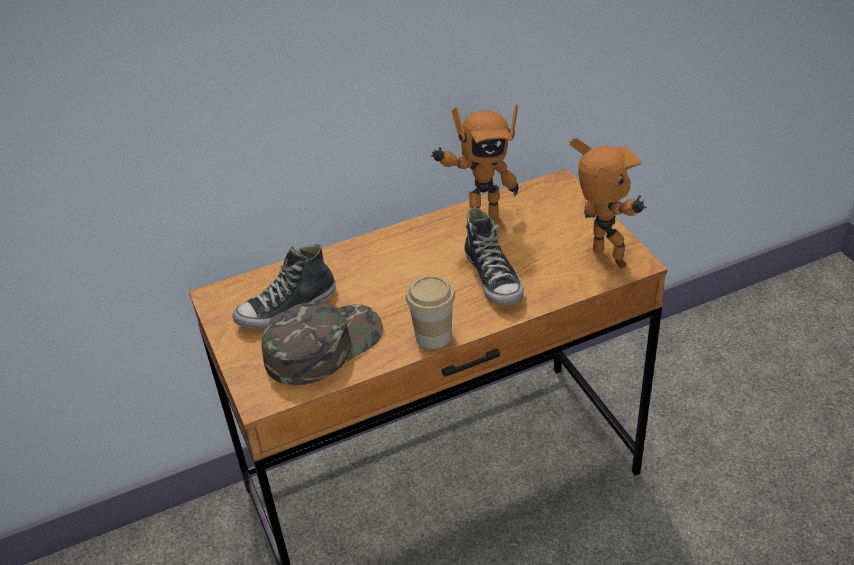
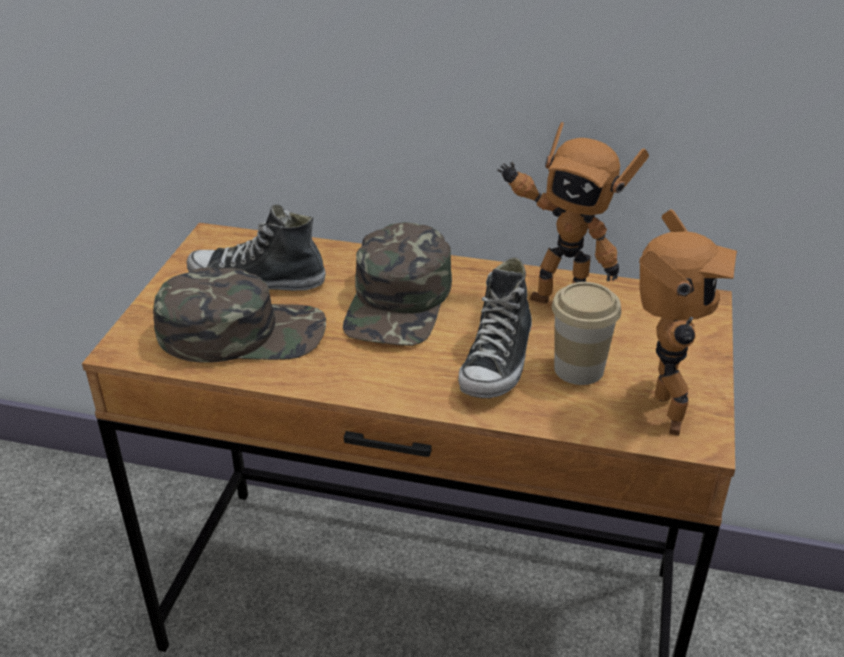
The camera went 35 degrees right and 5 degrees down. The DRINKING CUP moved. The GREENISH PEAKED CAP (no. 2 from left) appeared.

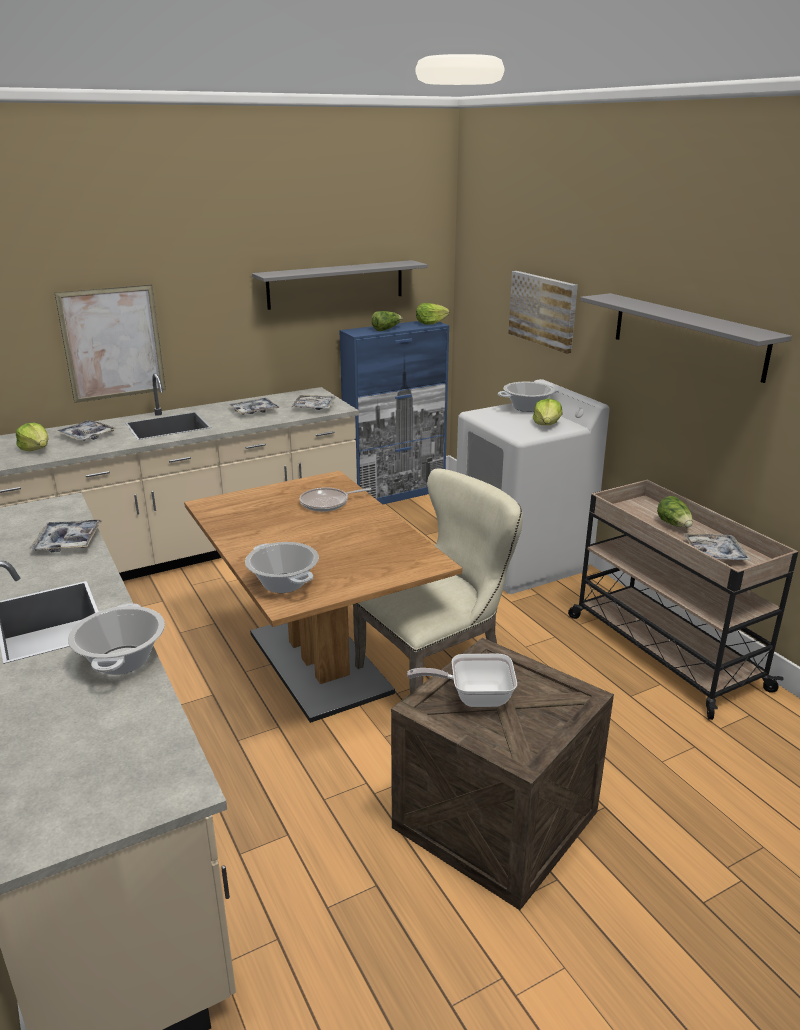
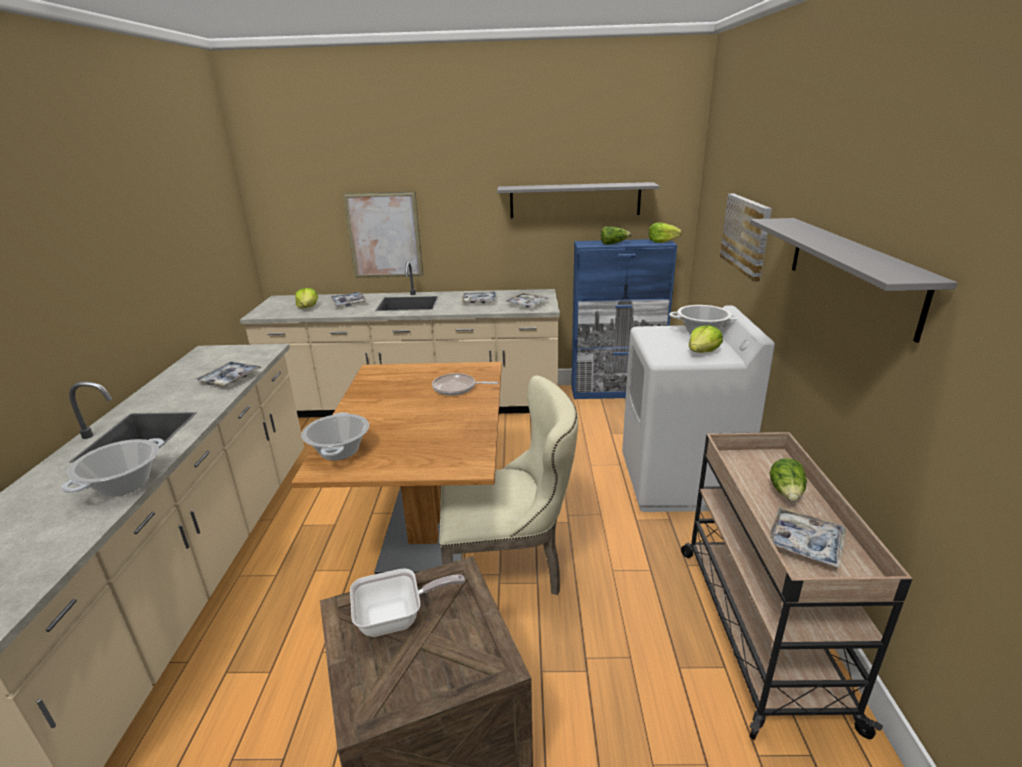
The camera went 30 degrees right and 0 degrees up. The FRYING PAN (no. 2 from left in the first image) turned 135 degrees clockwise.

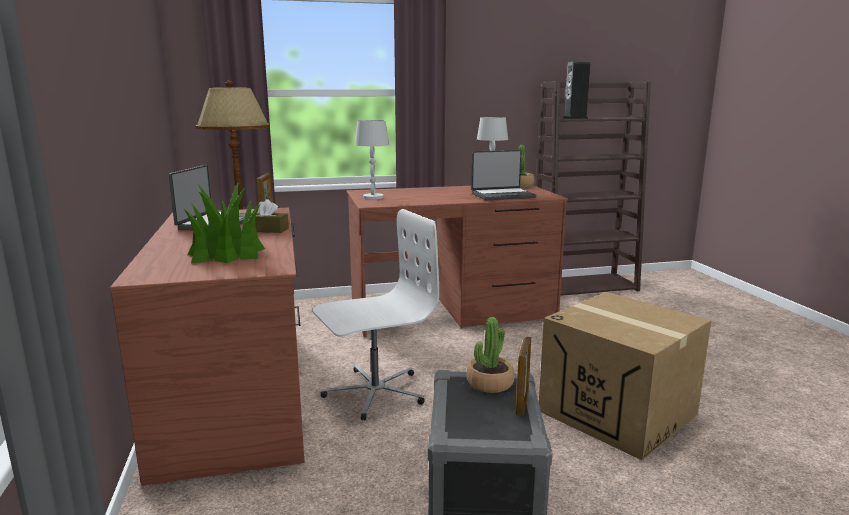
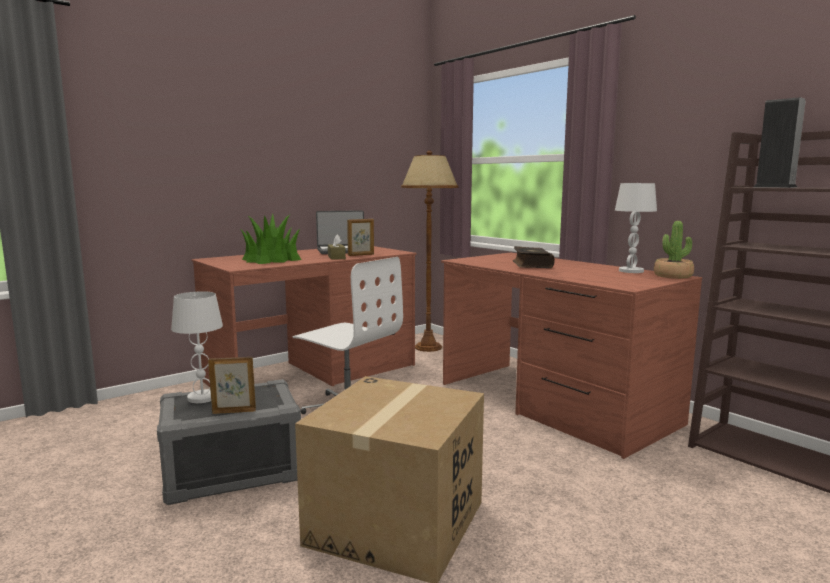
The camera went 65 degrees right and 5 degrees down. The WHITE LAMP FOR A TABLE (no. 1 from left) moved. The POTTED PLANT (no. 2 from left) disappeared. The PORTABLE COMPUTER (no. 2 from left) disappeared. The VOLUME appeared.

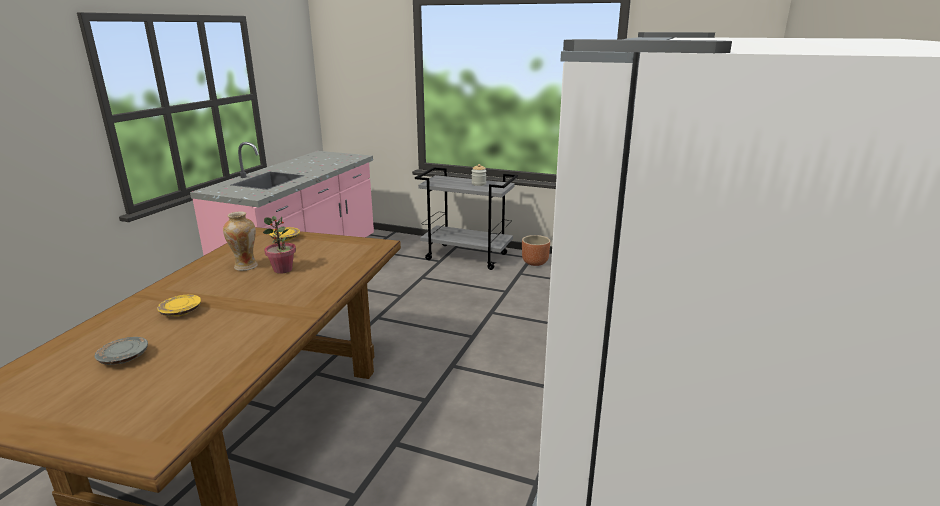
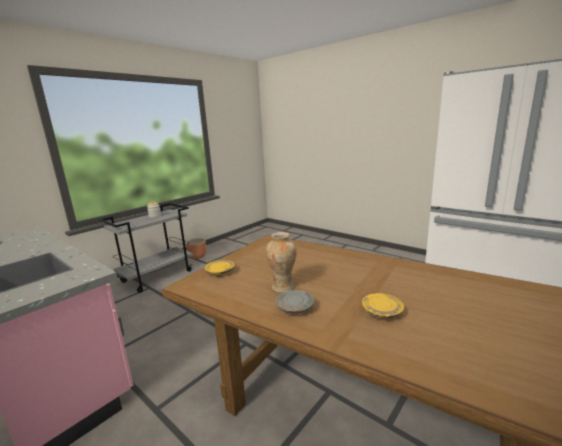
The camera went 70 degrees left and 5 degrees down. The GREY PLATE moved. The POTTED PLANT disappeared.

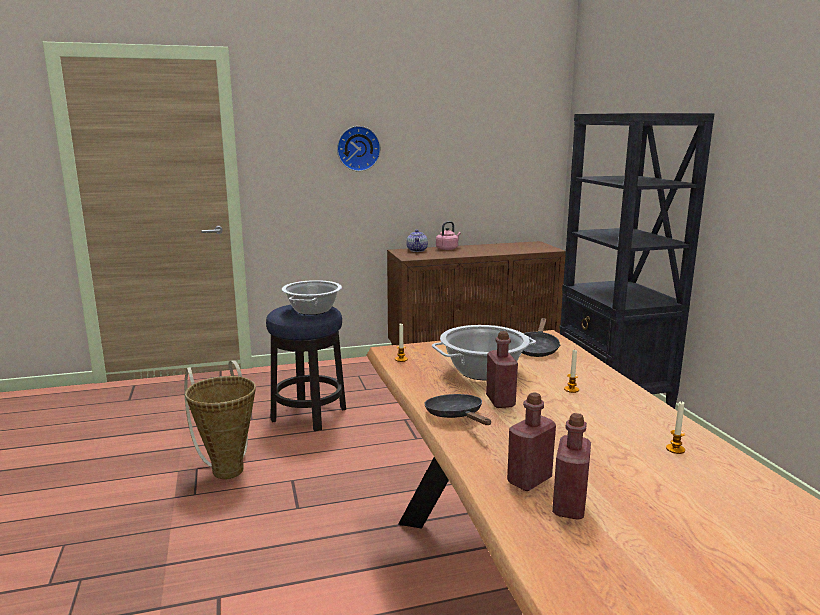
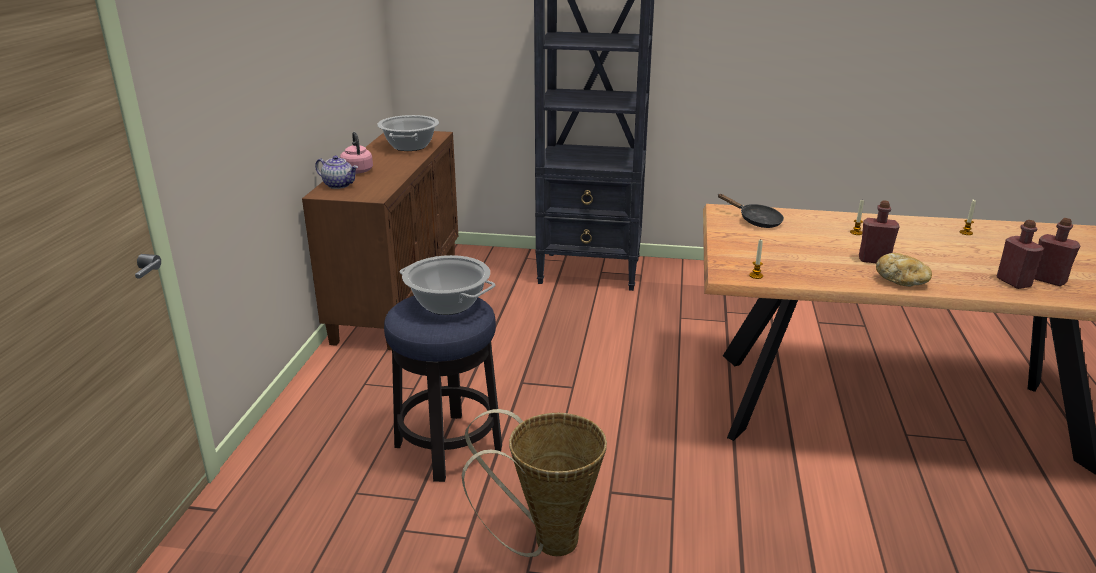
The camera went 65 degrees left and 10 degrees up. The WALL CLOCK disappeared. The BLACK-COLOURED FRYING PAN (no. 1 from left) was replaced by the BREAD. The STOCKPOT (no. 2 from left in the first image) moved.

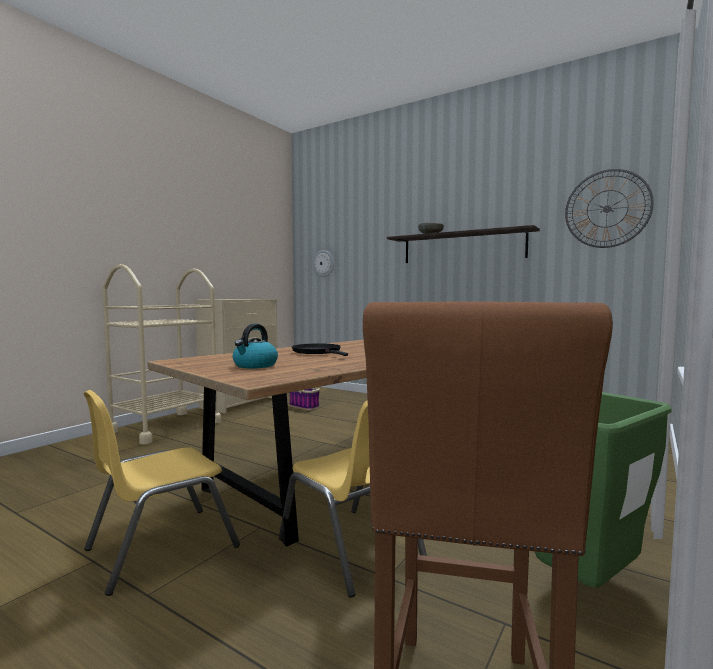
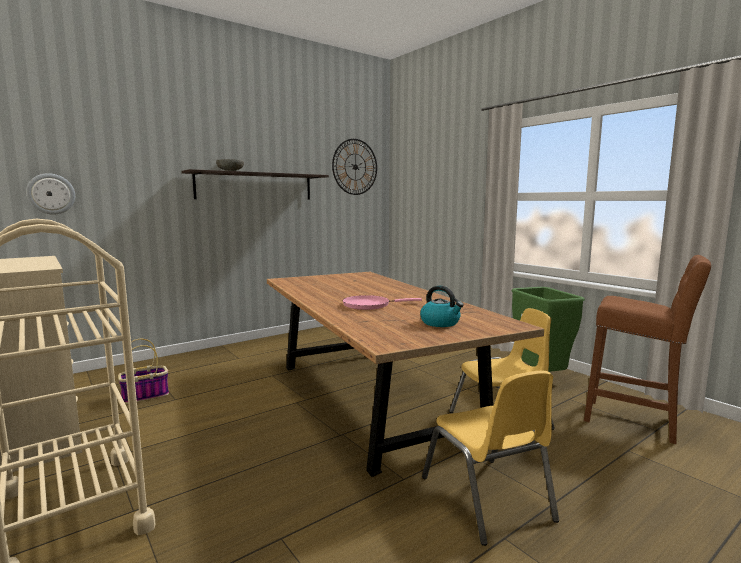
The camera went 70 degrees left and 5 degrees up. The BLACK-COLOURED FRYING PAN became the PINK FRYING PAN.

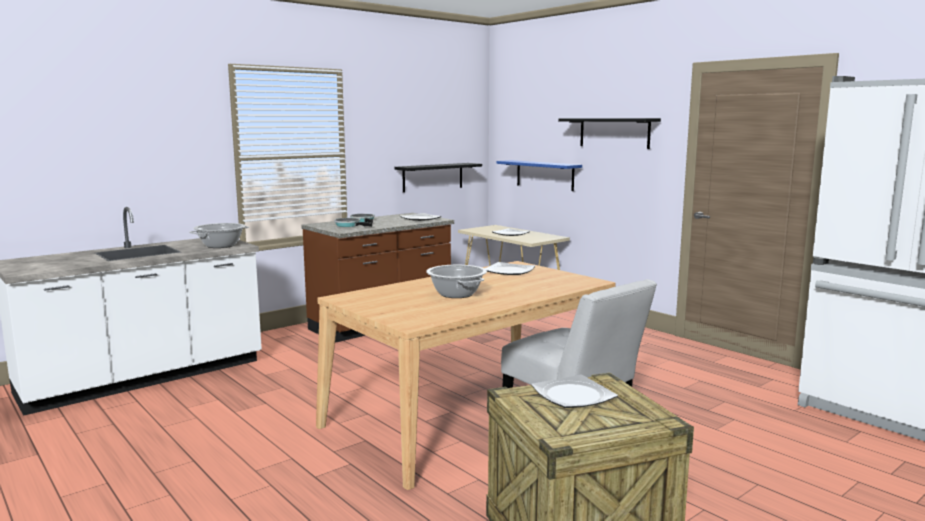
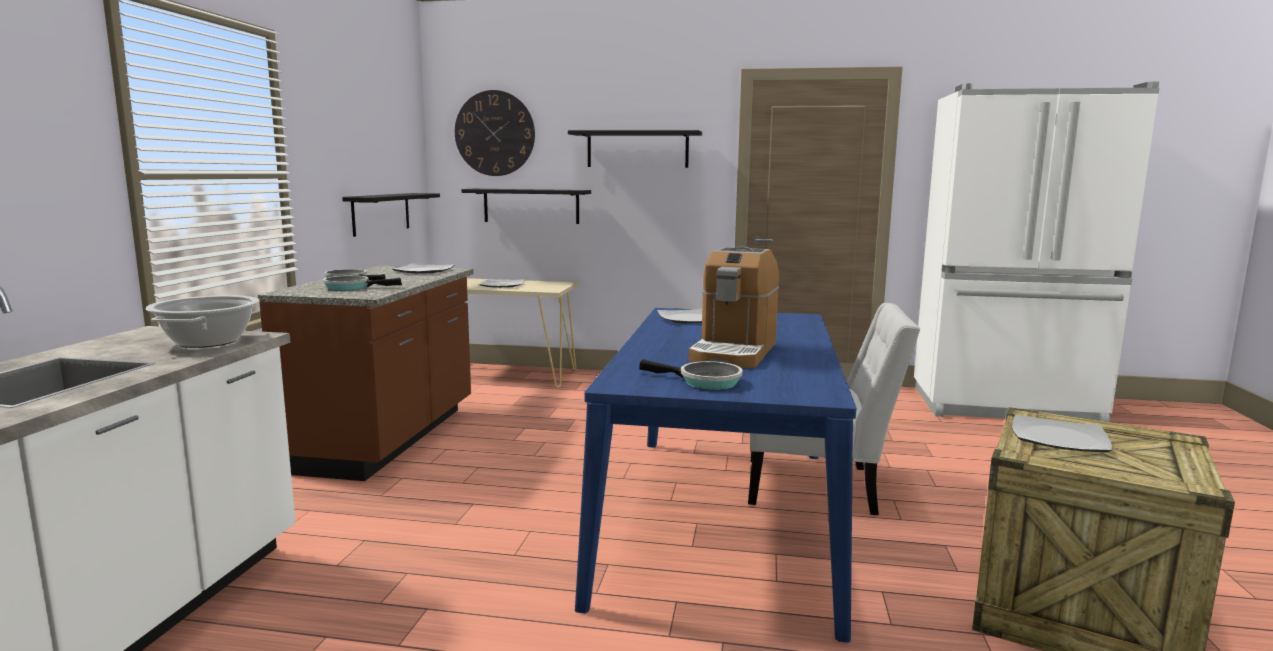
The camera went 40 degrees left and 0 degrees up. The BEIGE-COLOURED DINING TABLE became the BLUE DINING TABLE. The STOCKPOT (no. 2 from left) was replaced by the COFFEE MAKER. The BLUE WALL SHELF became the BLACK-COLOURED WALL SHELF (no. 2 from left). The WALL CLOCK appeared. The FRYING PAN (no. 3 from left) appeared.

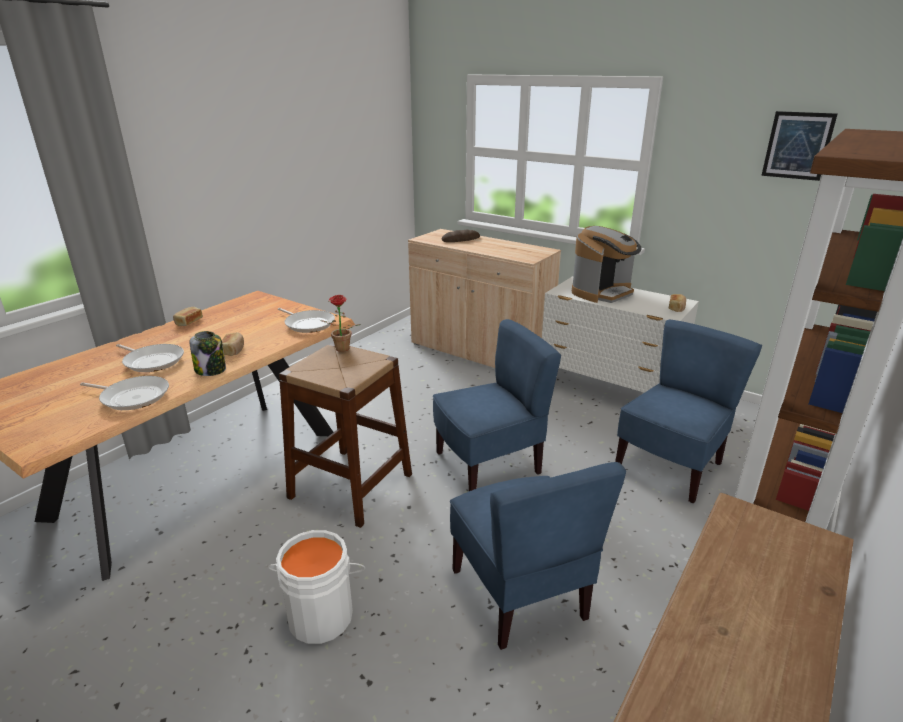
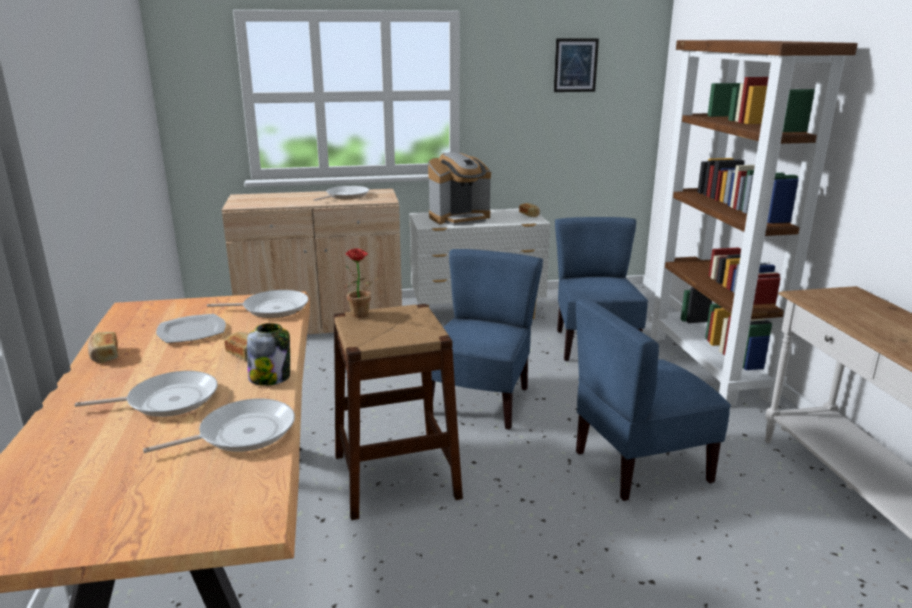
The camera went 45 degrees left and 5 degrees down. The WHITE PAIL disappeared. The BREAD (no. 3 from left) disappeared. The BLUE UPRIGHT CHAIR (no. 2 from left in the first image) turned 135 degrees clockwise. The COFFEE MAKER turned 60 degrees clockwise. The PLATE appeared. The FRYING PAN (no. 4 from left) appeared.

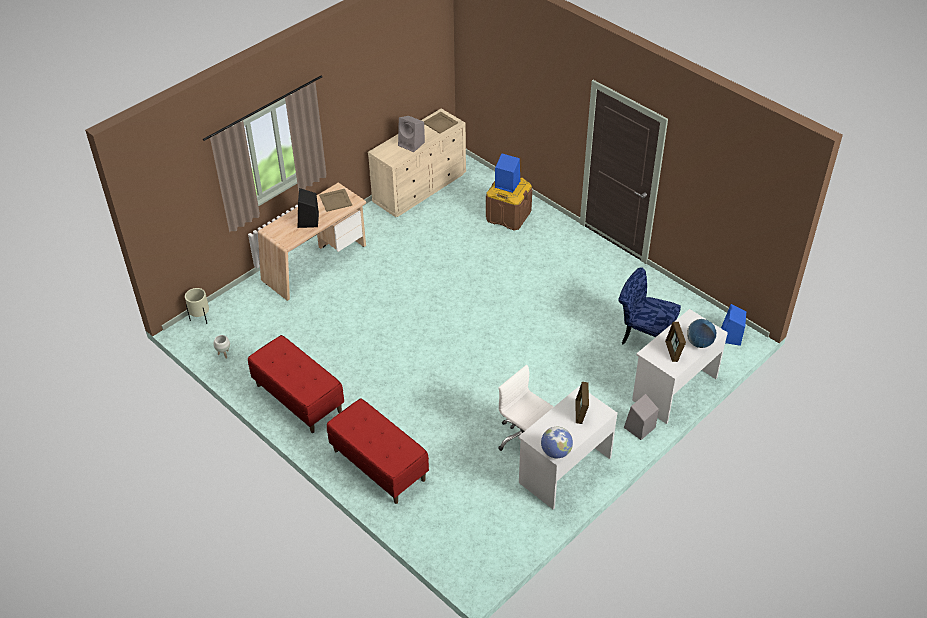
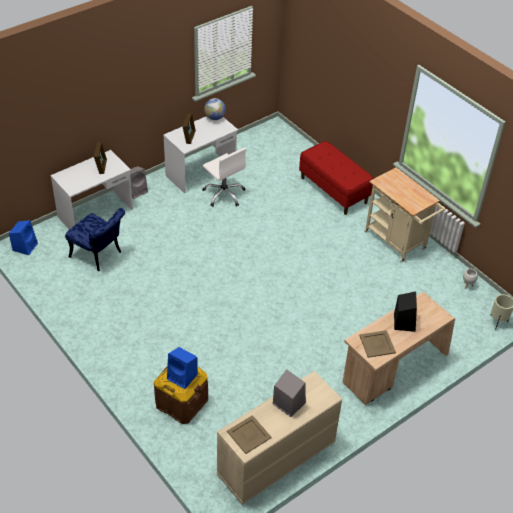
The camera went 175 degrees left and 0 degrees up. The RED-COLOURED INDOOR BENCH (no. 1 from left) was replaced by the BEIGE-COLOURED TROLLEY. The WORLD GLOBE (no. 2 from left) disappeared.

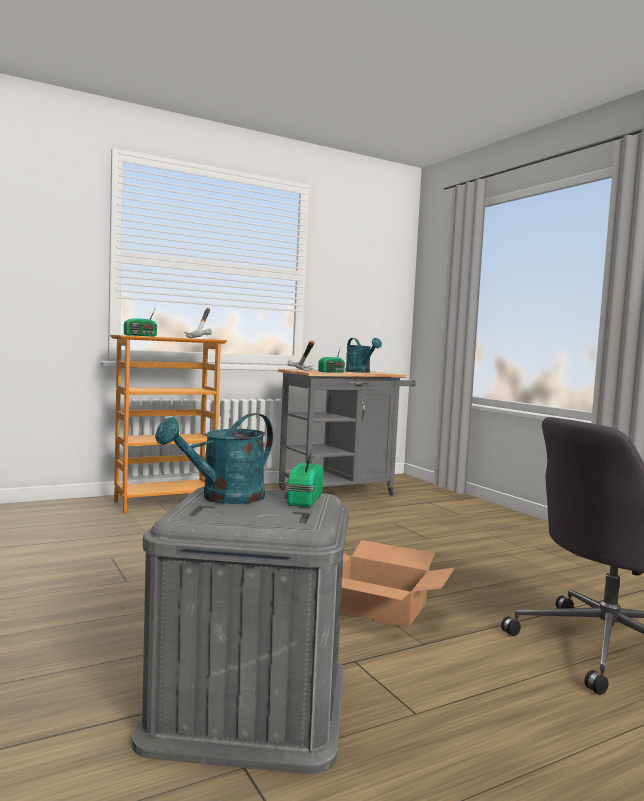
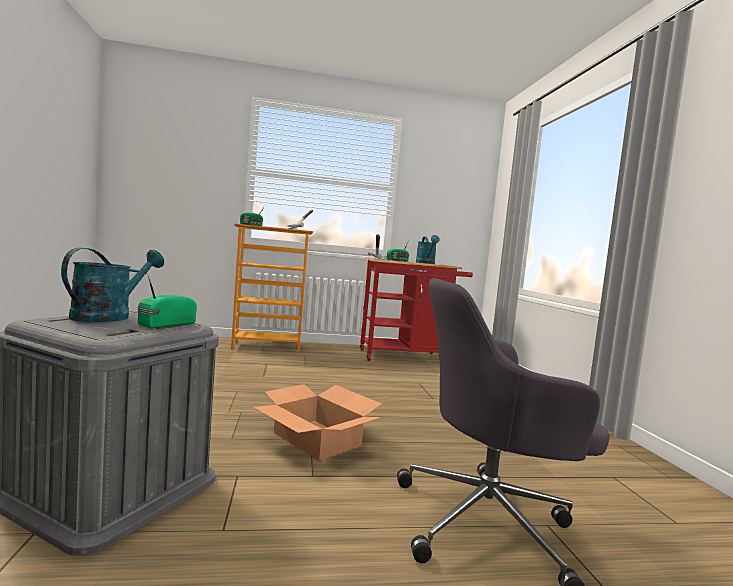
The camera went 20 degrees right and 0 degrees up. The TURQUOISE-COLOURED SPRINKLING CAN (no. 1 from left) turned 135 degrees clockwise. The GREY TROLLEY became the RED-COLOURED TROLLEY.

